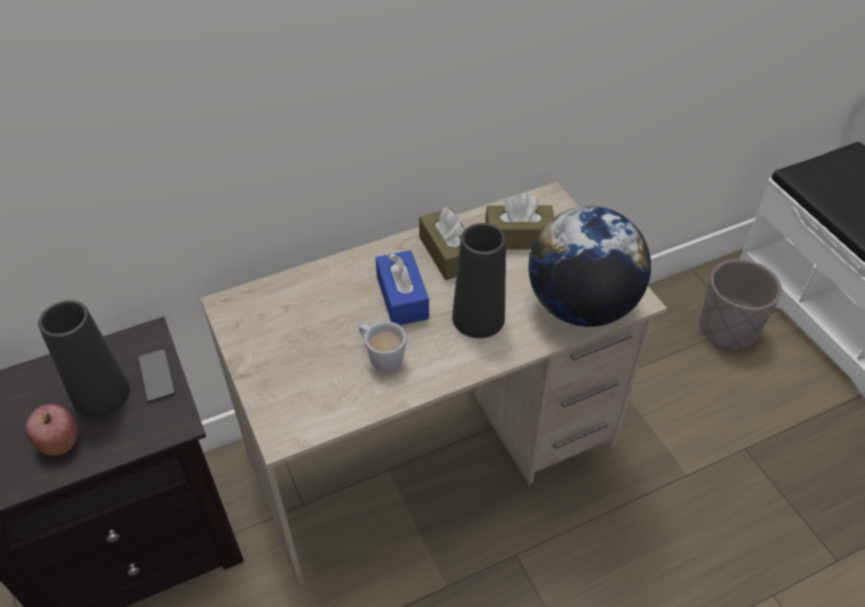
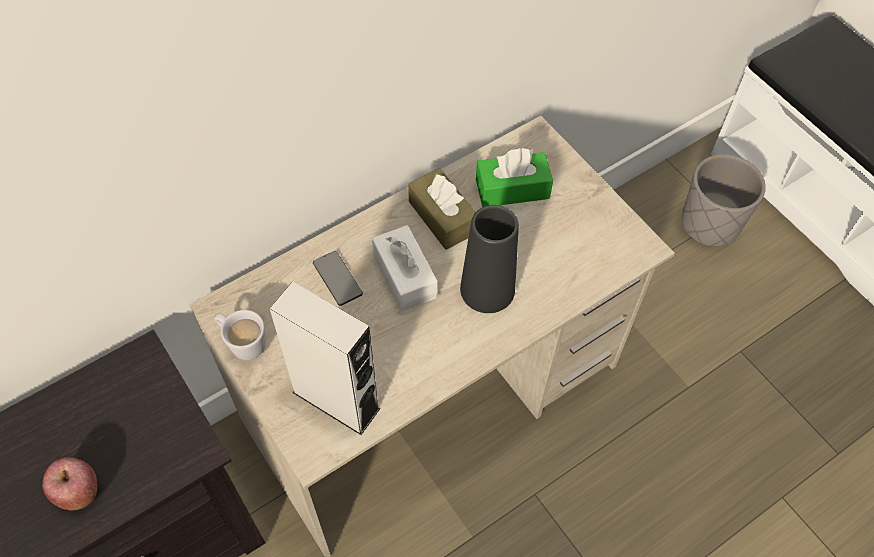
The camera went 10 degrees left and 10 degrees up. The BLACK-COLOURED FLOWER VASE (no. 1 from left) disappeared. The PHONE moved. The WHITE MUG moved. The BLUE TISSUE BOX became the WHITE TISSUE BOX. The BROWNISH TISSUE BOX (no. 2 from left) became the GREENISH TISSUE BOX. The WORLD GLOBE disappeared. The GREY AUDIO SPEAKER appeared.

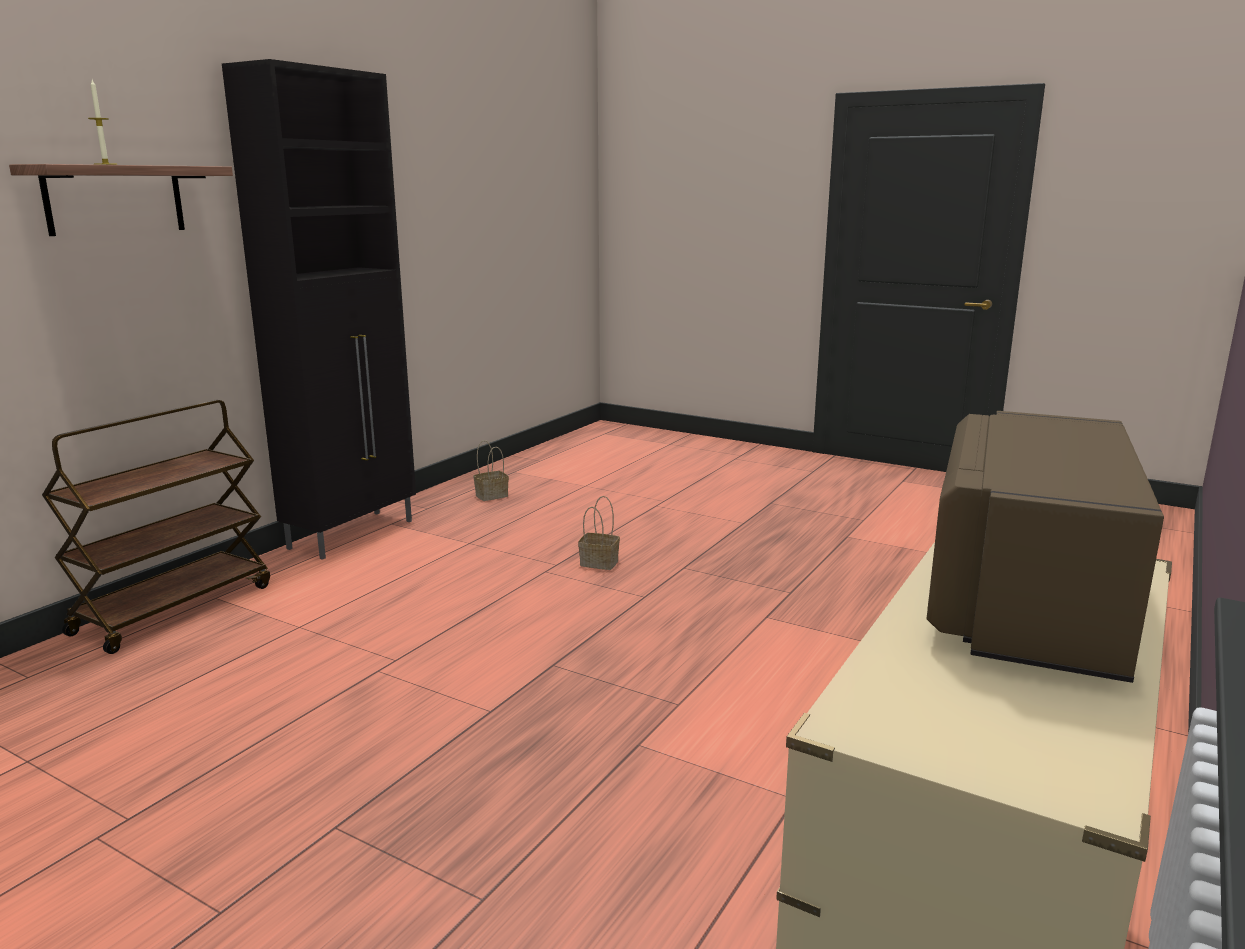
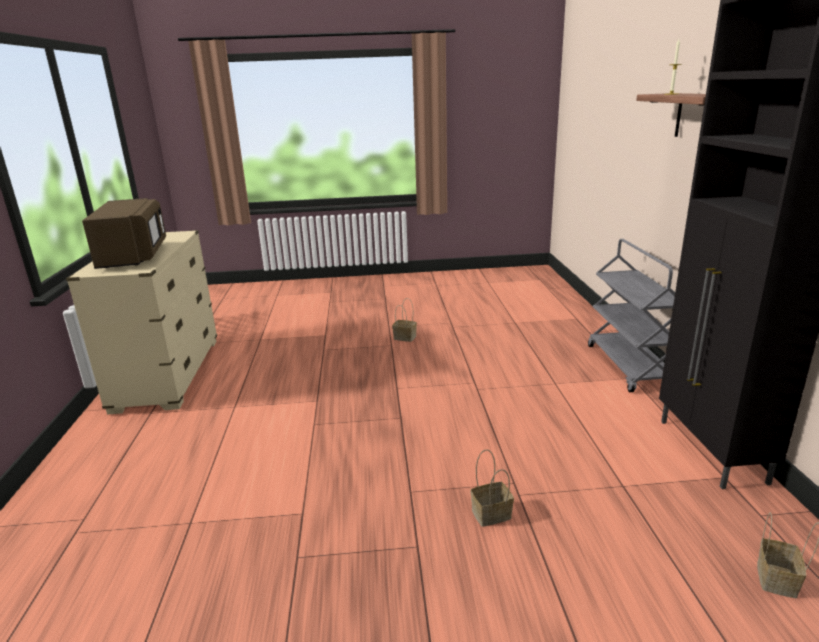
The camera went 145 degrees right and 5 degrees up. The BROWNISH TROLLEY became the GREY TROLLEY. The HOUSEHOLD BASKET (no. 1 from left) appeared.

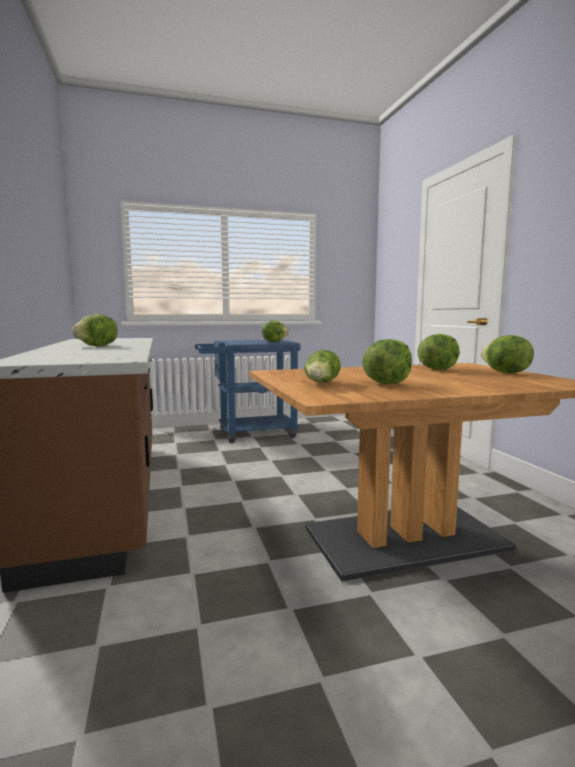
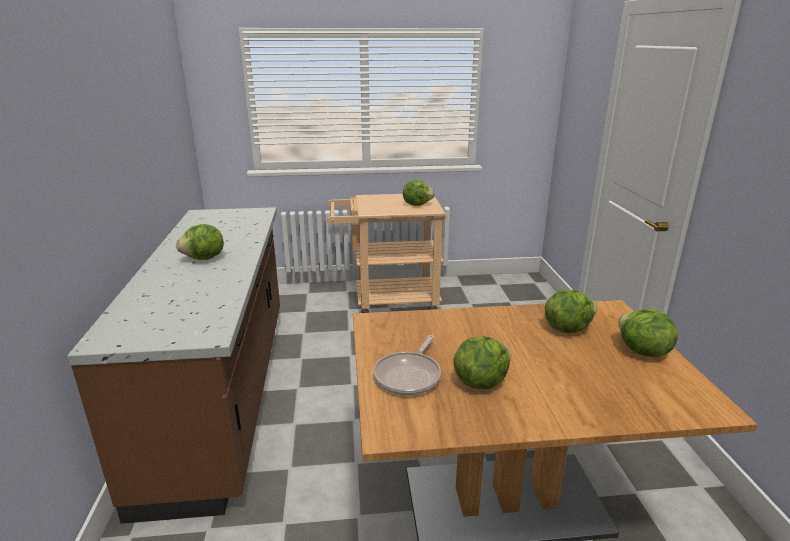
The camera went 10 degrees right and 15 degrees up. The BLUE TROLLEY became the BEIGE-COLOURED TROLLEY. The HEAD OF LETTUCE (no. 3 from left) was replaced by the FRYING PAN.

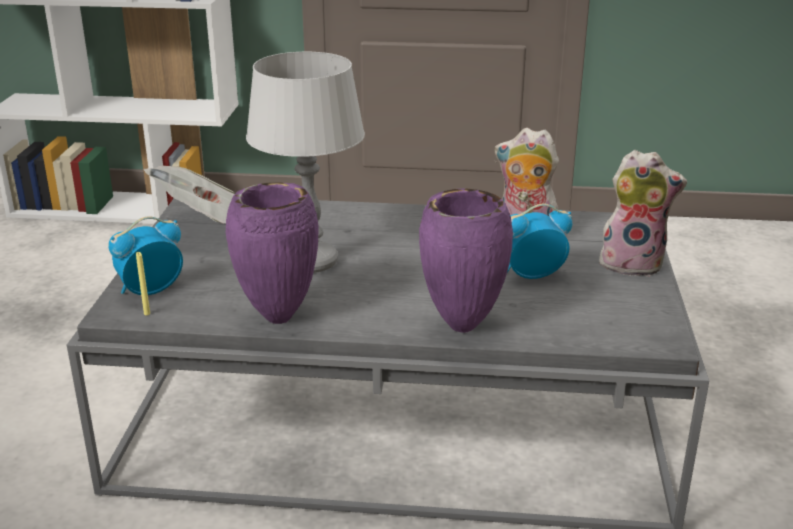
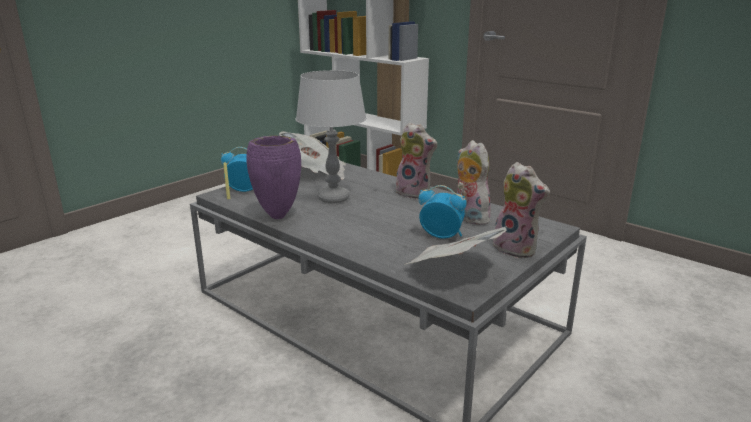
The camera went 35 degrees right and 5 degrees down. The PURPLE-COLOURED FLOWER VASE (no. 2 from left) disappeared. The PLUSH TOY (no. 1 from left) appeared. The PRINTED PAPER (no. 2 from left) appeared.

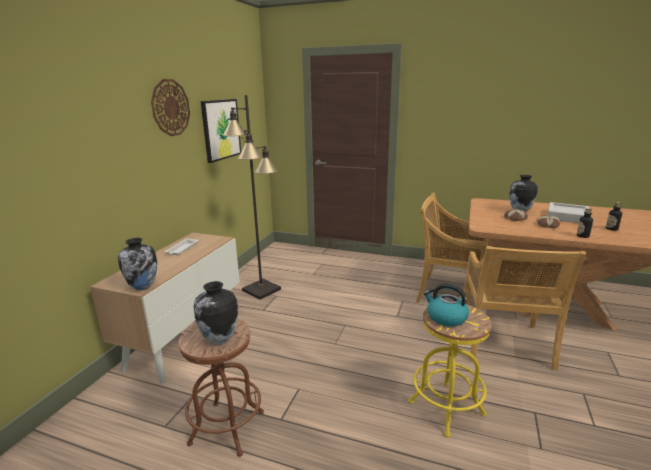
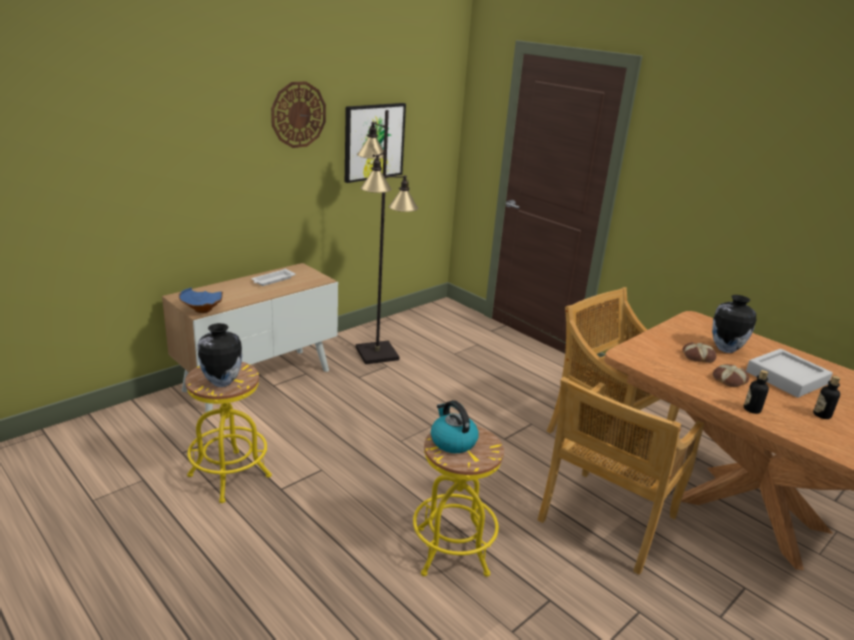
The camera went 25 degrees right and 5 degrees up. The FLOWER VASE (no. 1 from left) was replaced by the BLUE BOWL. The BROWNISH SITTING STOOL became the YELLOWISH SITTING STOOL (no. 1 from left).

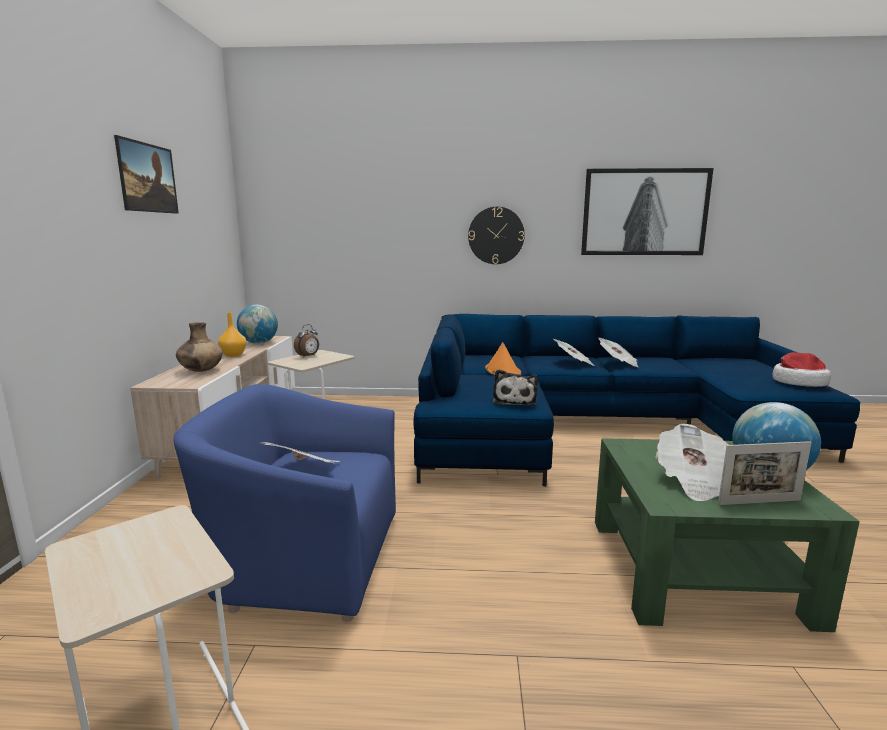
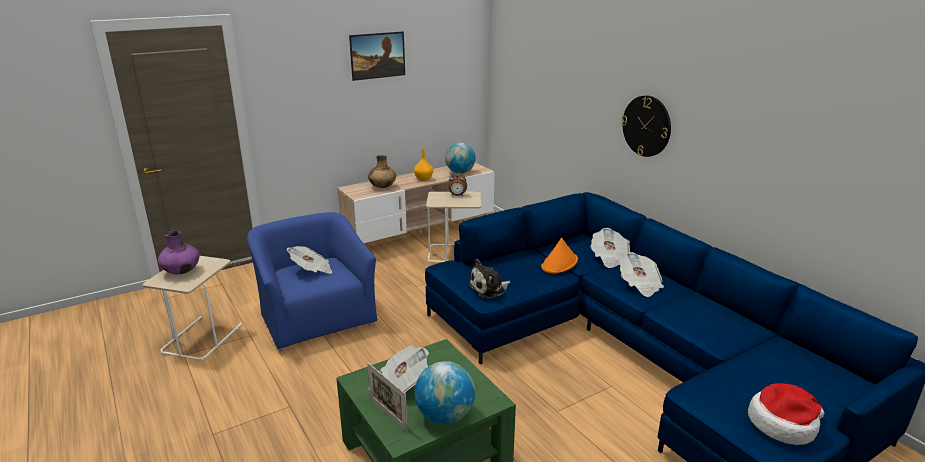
The camera went 55 degrees right and 10 degrees up. The WALL ART (no. 2 from left) disappeared. The PRINTED PAPER (no. 3 from left) moved. The PURPLE-COLOURED FLOWER VASE appeared.

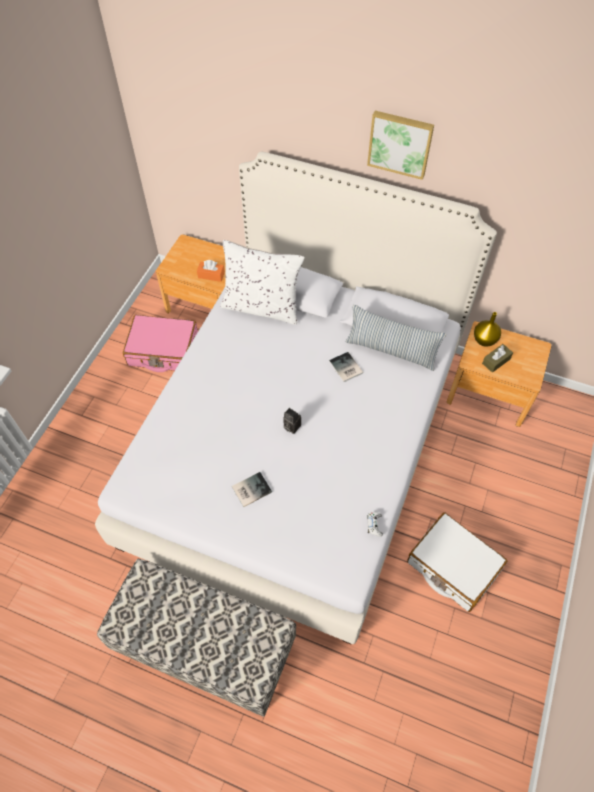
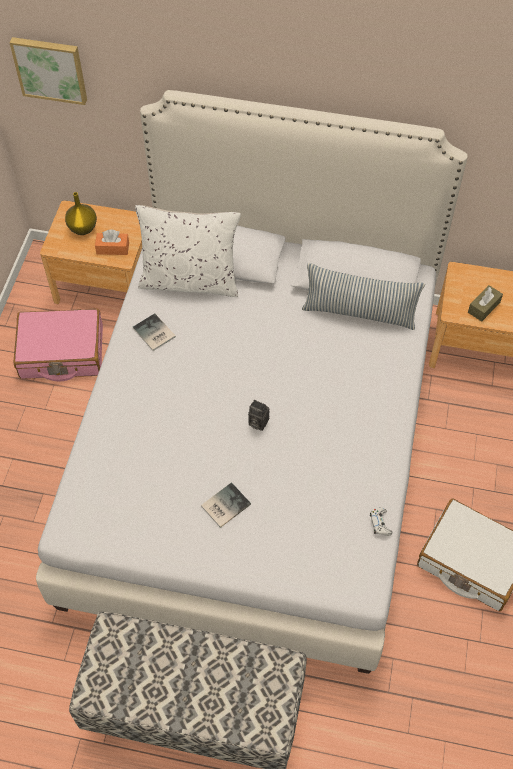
The camera went 10 degrees left and 0 degrees up. The VOLUME (no. 2 from left in the first image) moved. The WALL ART moved. The YELLOWISH FLOWER VASE moved.

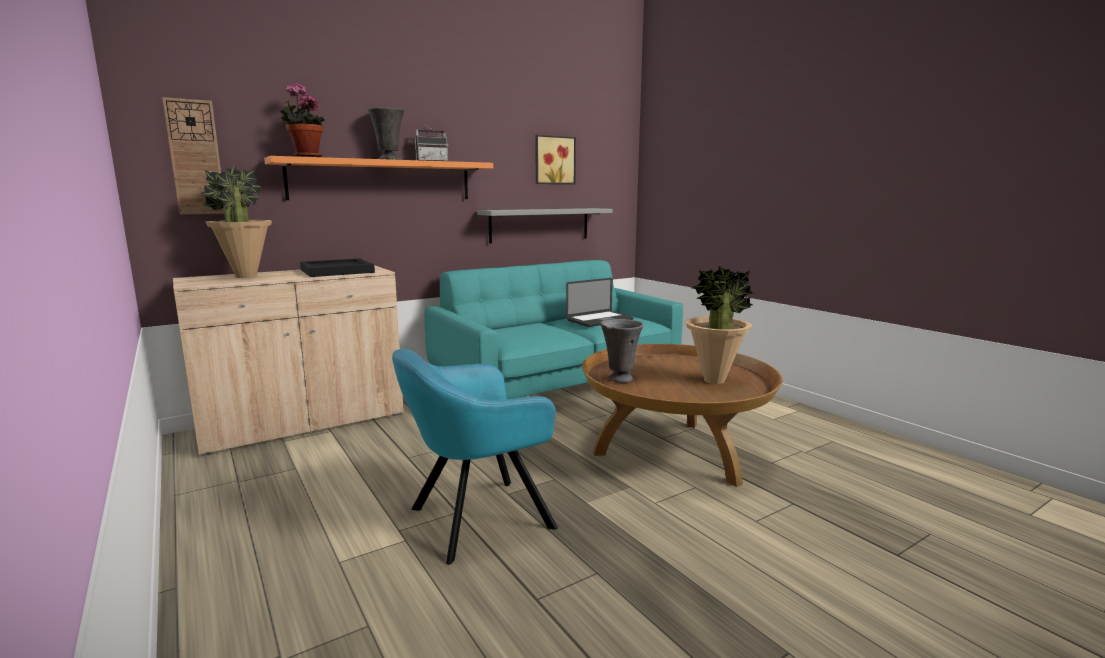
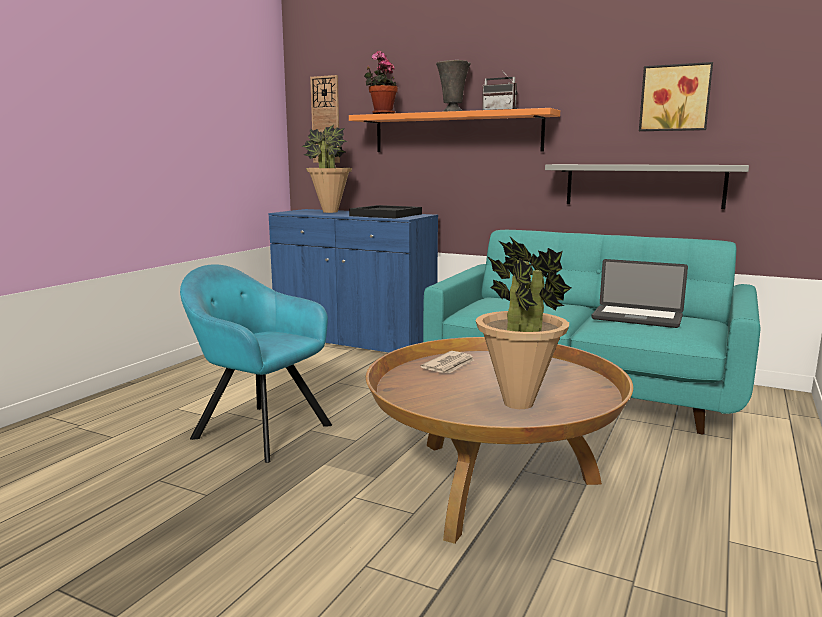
The camera went 60 degrees right and 0 degrees up. The BEIGE-COLOURED CABINET became the BLUE CABINET. The GREY FLOWER VASE (no. 2 from left) was replaced by the PRINTED PAPER.

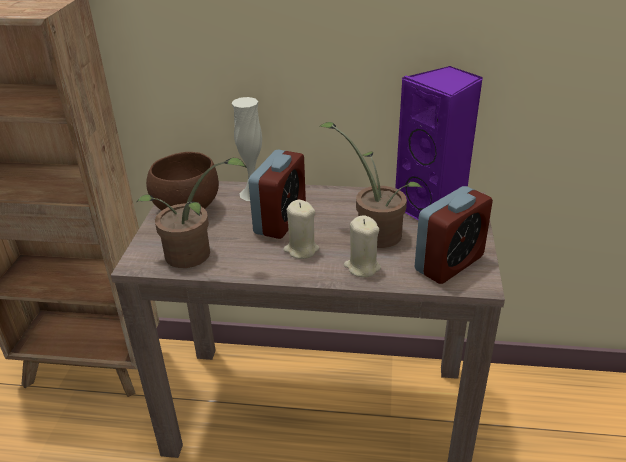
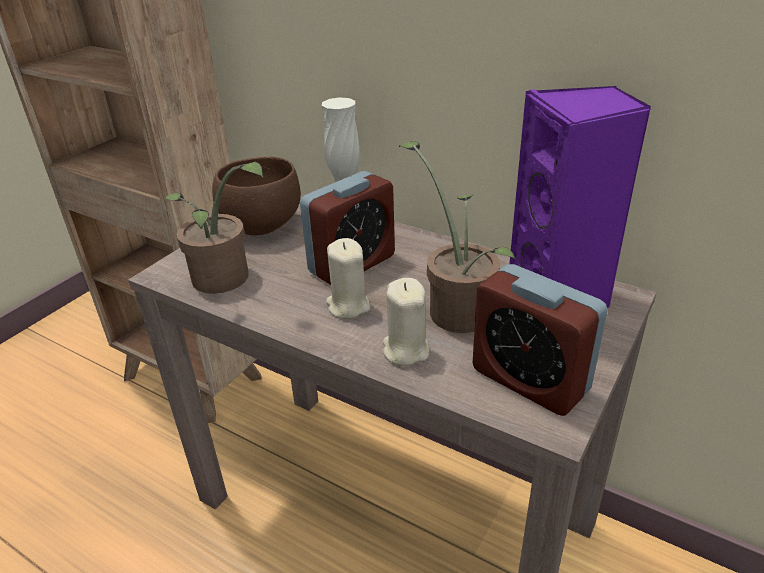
The camera went 25 degrees right and 0 degrees up. The BEDSIDE CLOCK (no. 2 from left) turned 60 degrees clockwise.

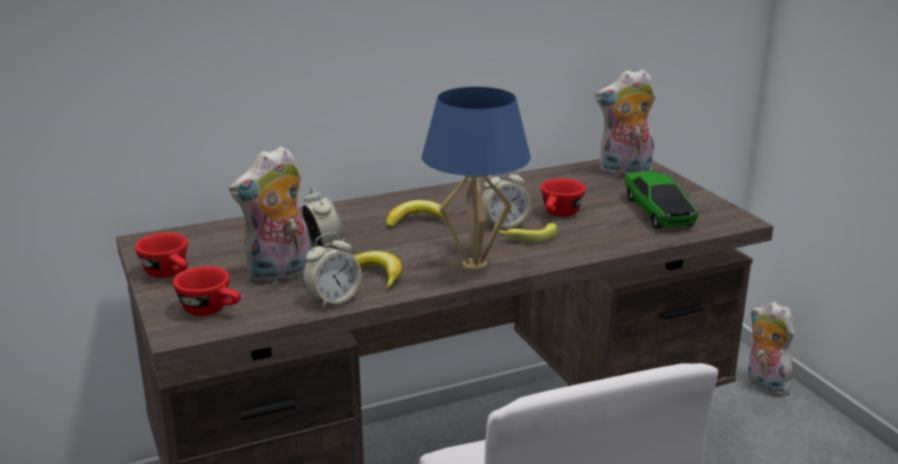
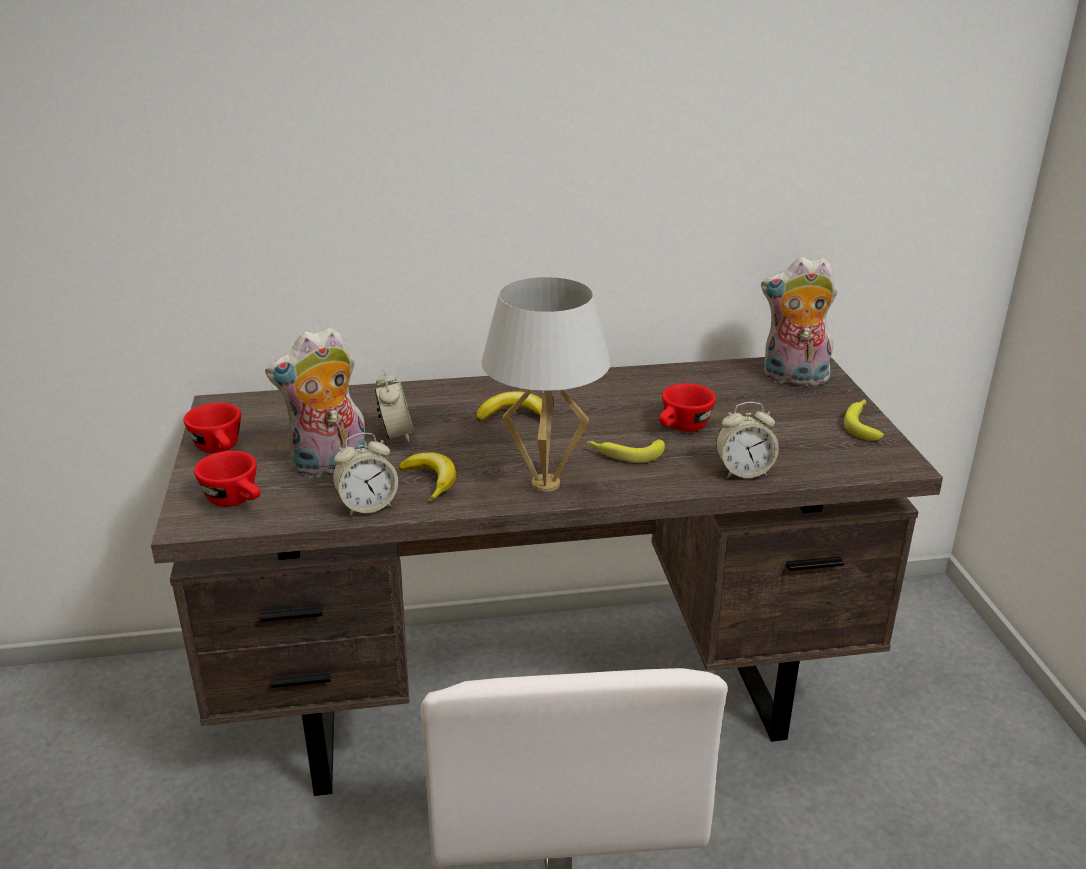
The camera went 15 degrees right and 5 degrees up. The BLUE LAMP FOR A TABLE became the WHITE LAMP FOR A TABLE. The BEDSIDE CLOCK (no. 3 from left) moved. The TOY CAR disappeared. The PLUSH TOY (no. 3 from left) disappeared. The WHOLE BANANA (no. 4 from left) appeared.

